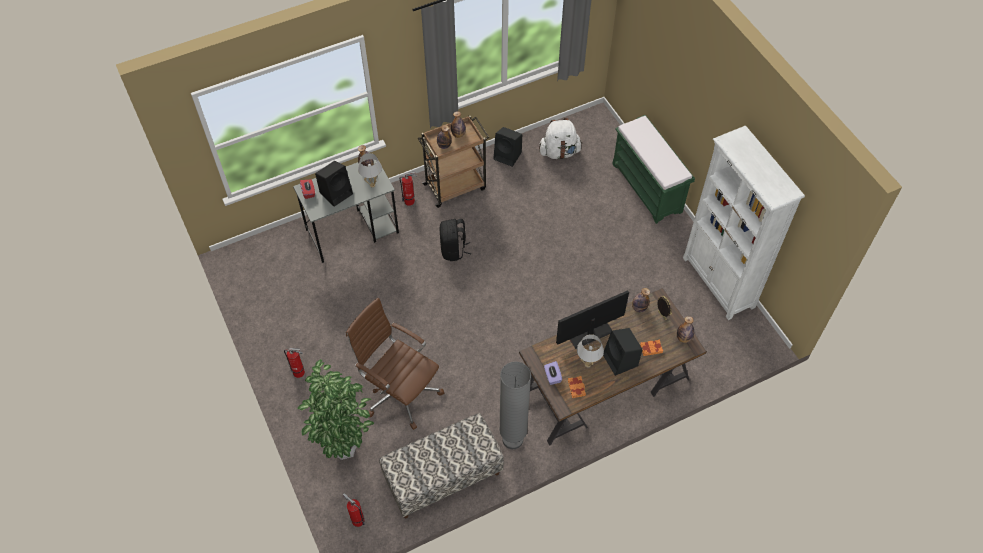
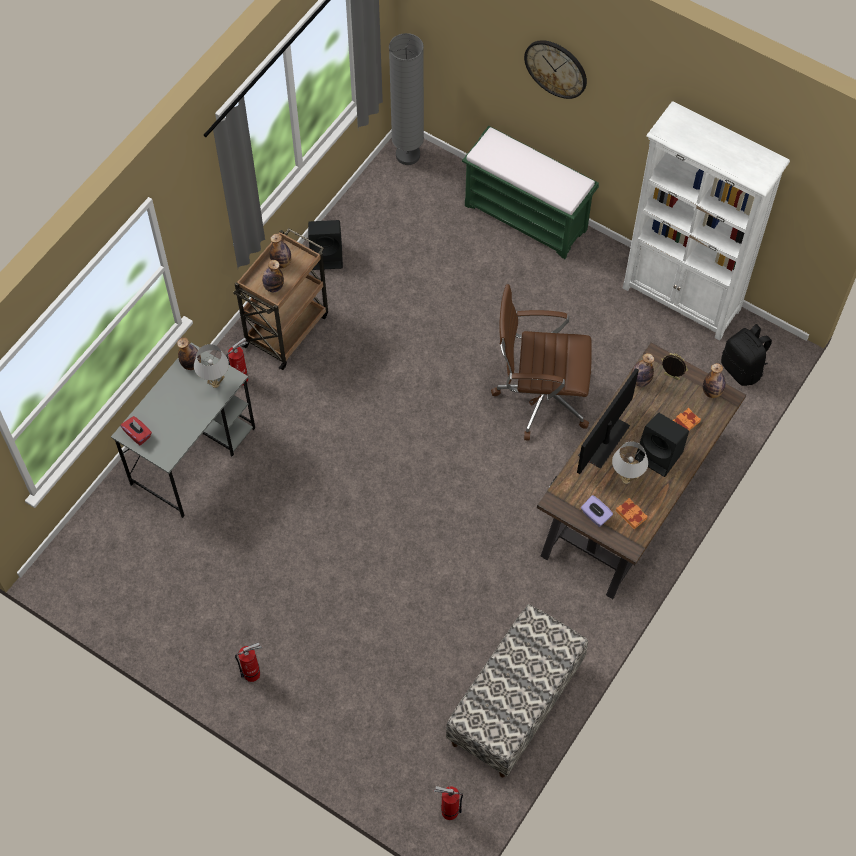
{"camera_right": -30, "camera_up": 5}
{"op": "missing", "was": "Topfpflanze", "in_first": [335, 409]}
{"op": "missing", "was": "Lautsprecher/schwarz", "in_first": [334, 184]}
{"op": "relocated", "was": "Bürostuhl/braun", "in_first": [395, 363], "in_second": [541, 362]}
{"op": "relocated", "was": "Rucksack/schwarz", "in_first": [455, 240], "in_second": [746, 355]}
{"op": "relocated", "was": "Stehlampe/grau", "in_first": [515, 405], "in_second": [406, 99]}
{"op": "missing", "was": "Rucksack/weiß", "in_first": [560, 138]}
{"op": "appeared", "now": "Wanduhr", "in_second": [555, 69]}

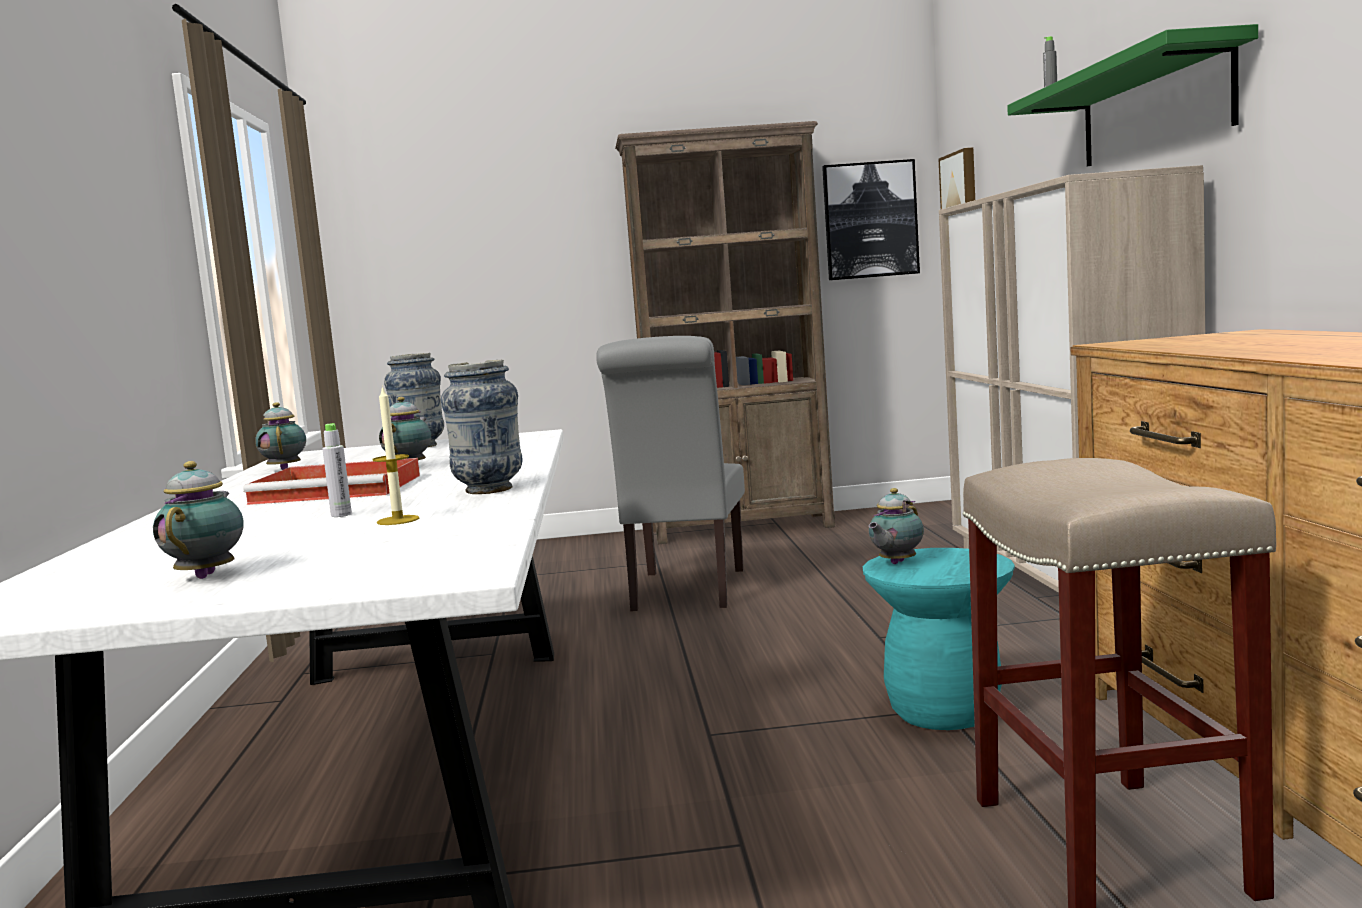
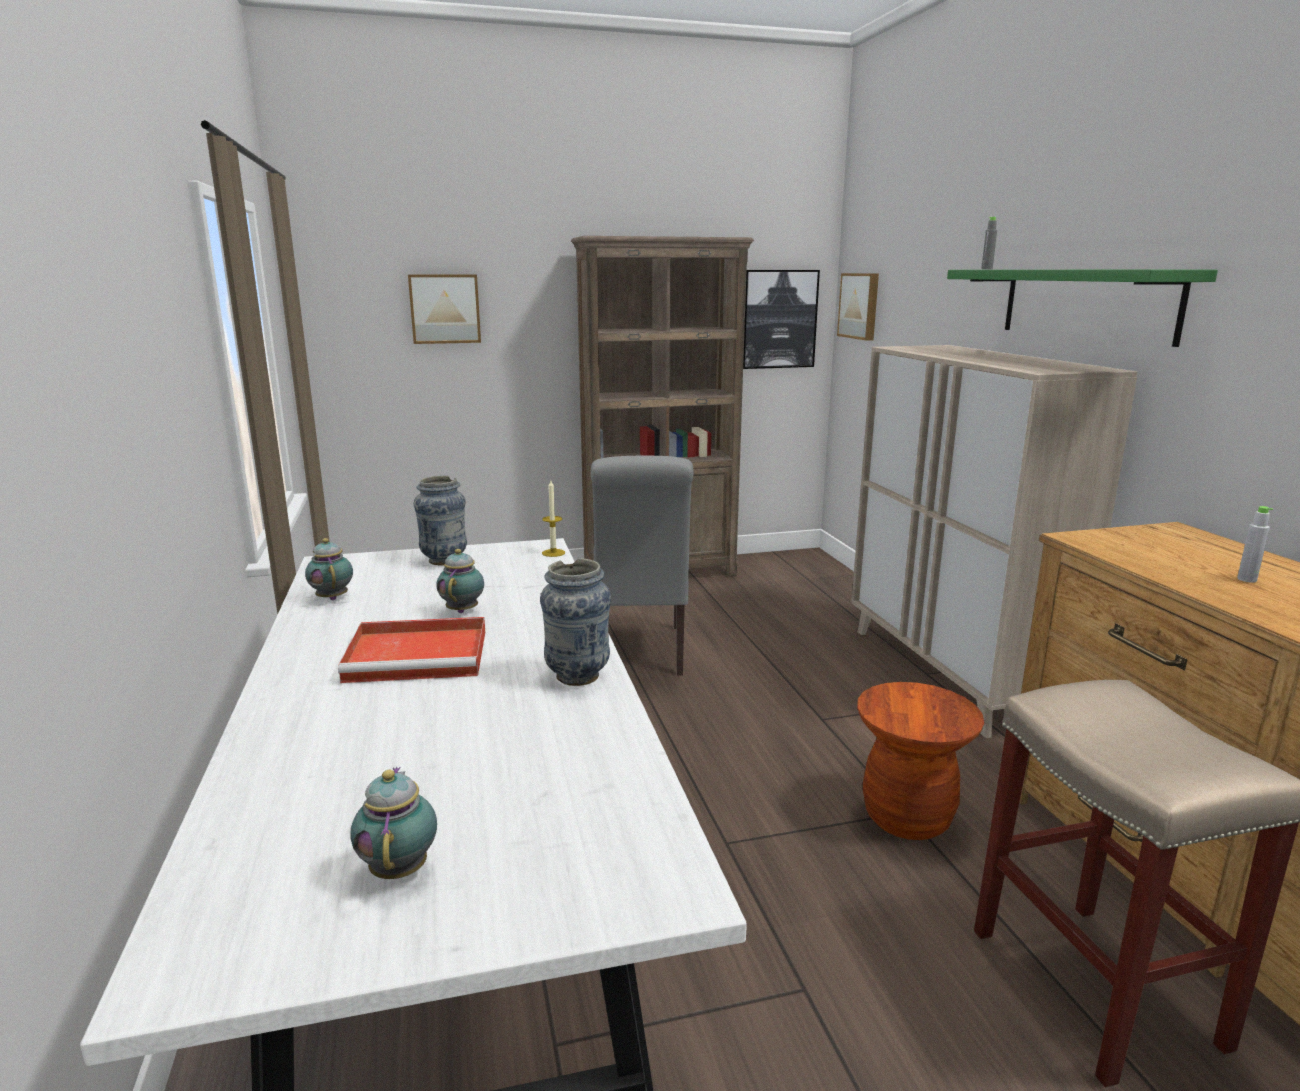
{"camera_right": -10, "camera_up": 10}
{"op": "relocated", "was": "Flasche/grau", "in_first": [337, 470], "in_second": [1255, 544]}
{"op": "relocated", "was": "Kerze", "in_first": [395, 455], "in_second": [553, 518]}
{"op": "colour", "was": "Hocker/türkis", "now": "Hocker/braun", "in_first": [939, 639], "in_second": [920, 761]}
{"op": "missing", "was": "Teekanne", "in_first": [896, 526]}
{"op": "appeared", "now": "Bild", "in_second": [444, 309]}

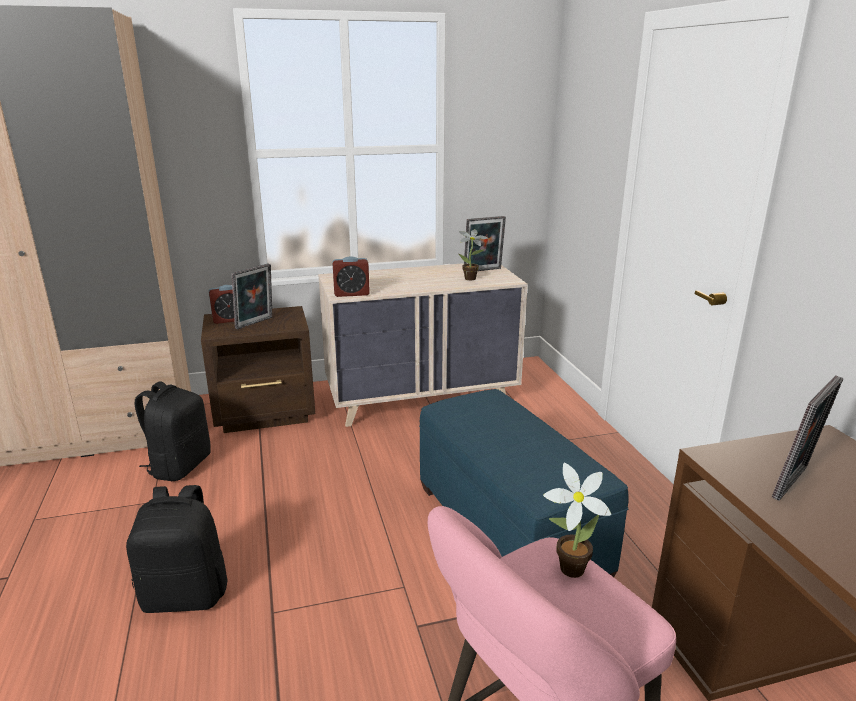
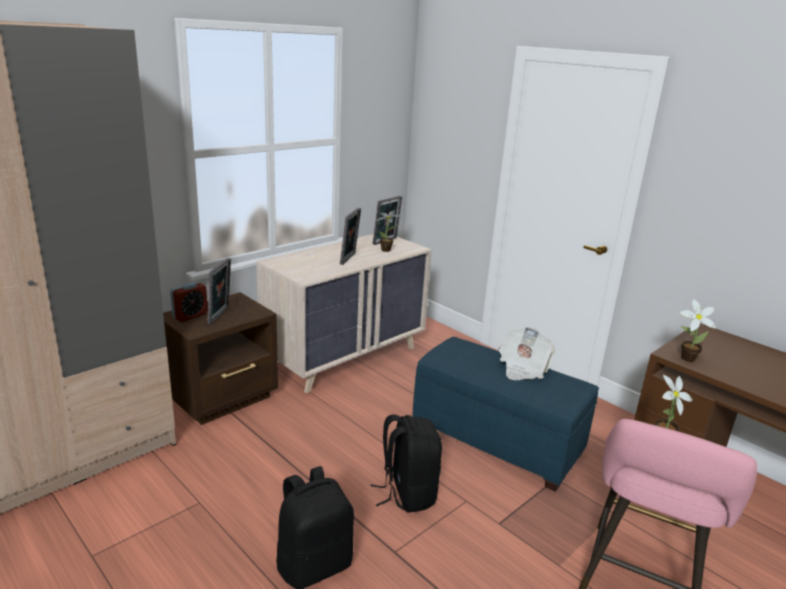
{"camera_right": -30, "camera_up": 0}
{"op": "relocated", "was": "Rucksack/schwarz", "in_first": [173, 431], "in_second": [406, 463]}
{"op": "missing", "was": "Wecker", "in_first": [351, 276]}
{"op": "relocated", "was": "Bilderrahmen", "in_first": [807, 438], "in_second": [350, 236]}
{"op": "appeared", "now": "Zeitung", "in_second": [526, 353]}
{"op": "appeared", "now": "Topfpflanze", "in_second": [697, 330]}

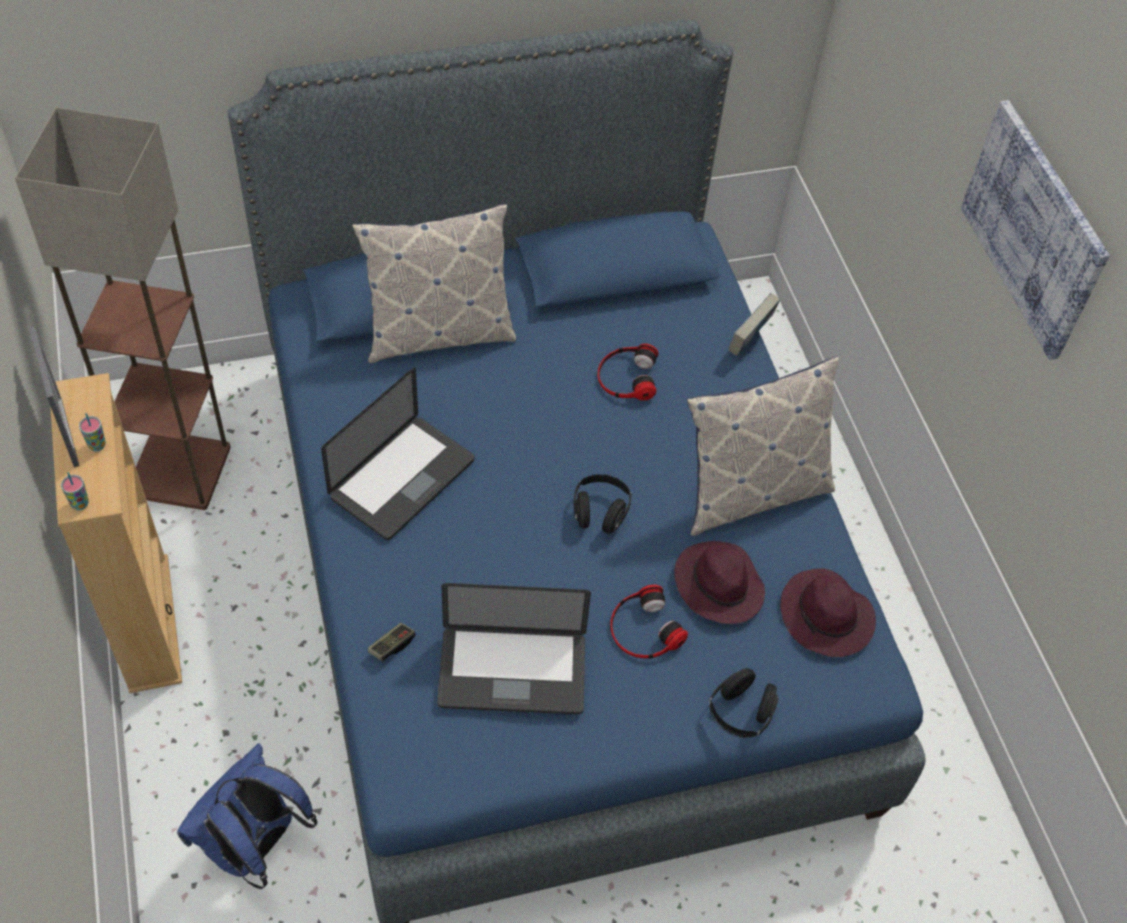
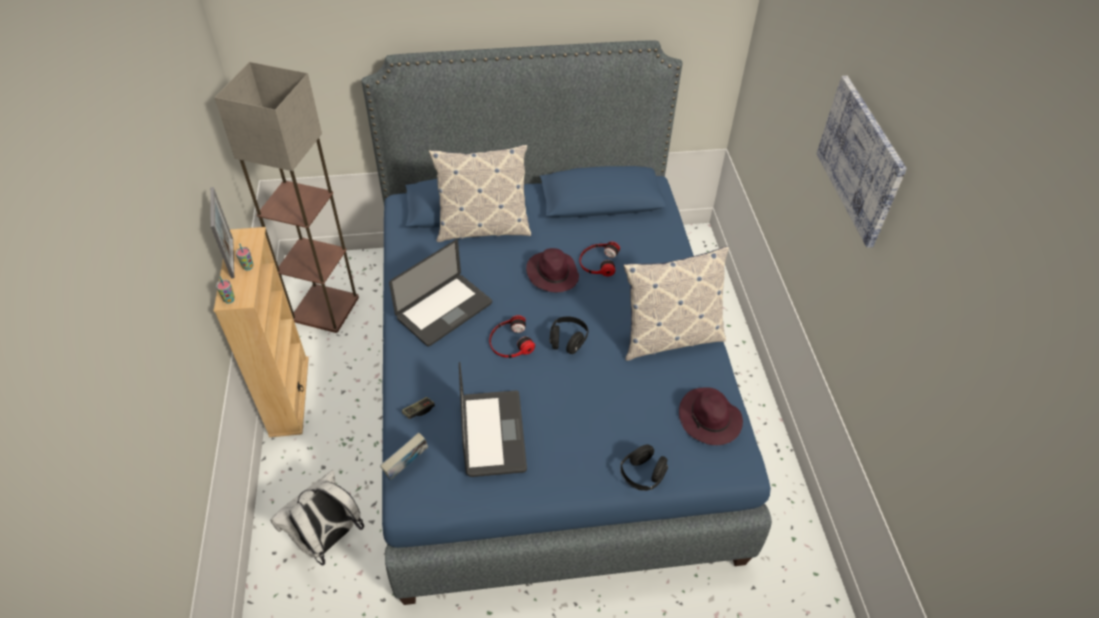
{"camera_right": 10, "camera_up": -5}
{"op": "colour", "was": "Rucksack/blau", "now": "Rucksack/weiß", "in_first": [247, 816], "in_second": [317, 518]}
{"op": "spun", "was": "Laptop", "in_first": [514, 648], "in_second": [493, 419], "clockwise": -105}
{"op": "relocated", "was": "Kopfhörer", "in_first": [649, 621], "in_second": [512, 336]}
{"op": "relocated", "was": "Hut/lila", "in_first": [719, 582], "in_second": [552, 270]}
{"op": "relocated", "was": "Buch", "in_first": [754, 324], "in_second": [404, 456]}

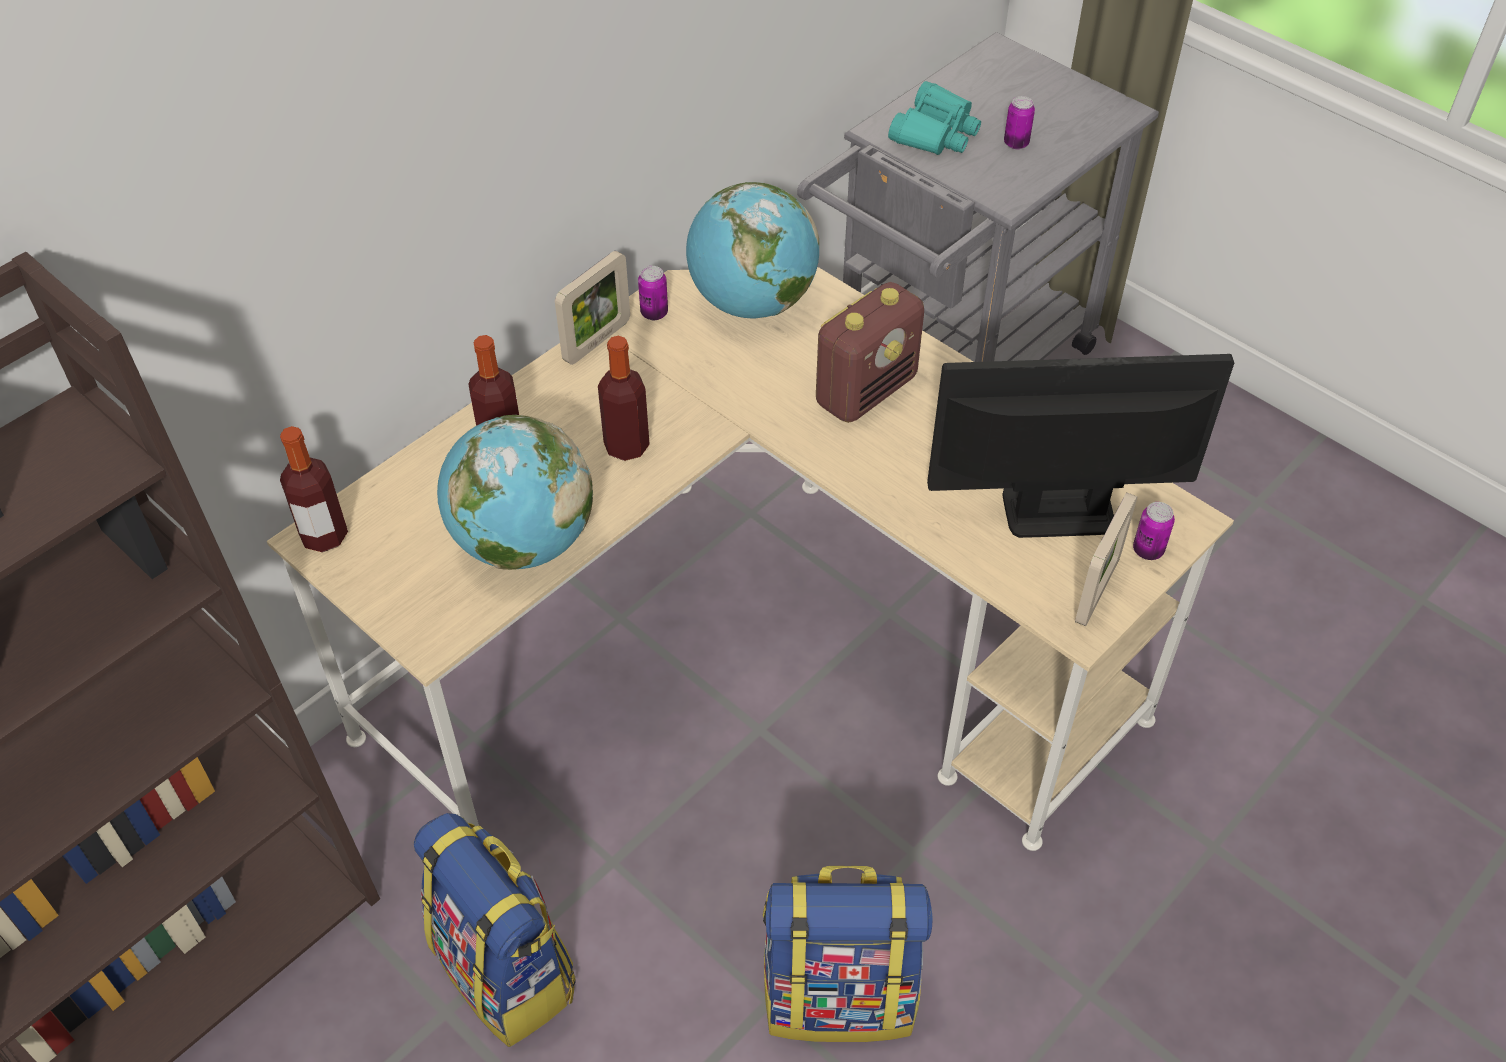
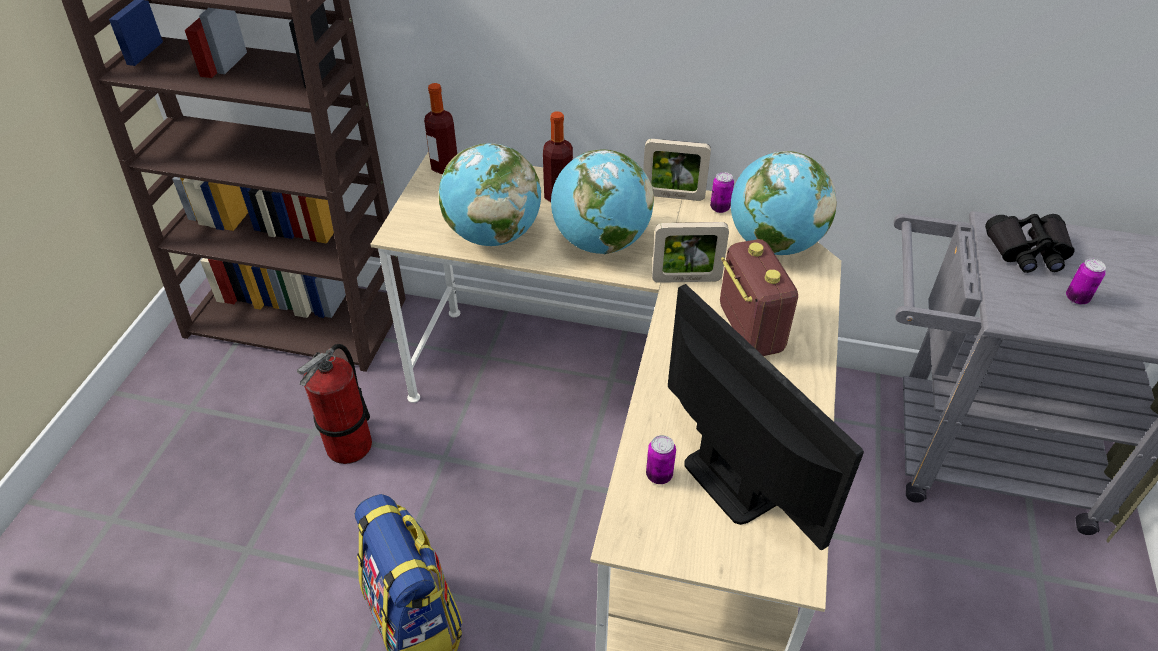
{"camera_right": 60, "camera_up": -5}
{"op": "exchanged", "was": "Rucksack", "now": "Feuerlöscher", "in_first": [495, 930], "in_second": [334, 404]}
{"op": "exchanged", "was": "Flasche", "now": "Globus", "in_first": [624, 398], "in_second": [602, 202]}
{"op": "spun", "was": "Radio", "in_first": [870, 352], "in_second": [759, 297], "clockwise": -120}
{"op": "colour", "was": "Fernglas/türkis", "now": "Fernglas/schwarz", "in_first": [934, 118], "in_second": [1030, 243]}
{"op": "relocated", "was": "Bilderrahmen", "in_first": [1106, 559], "in_second": [690, 252]}
{"op": "relocated", "was": "Dose", "in_first": [1154, 531], "in_second": [661, 459]}

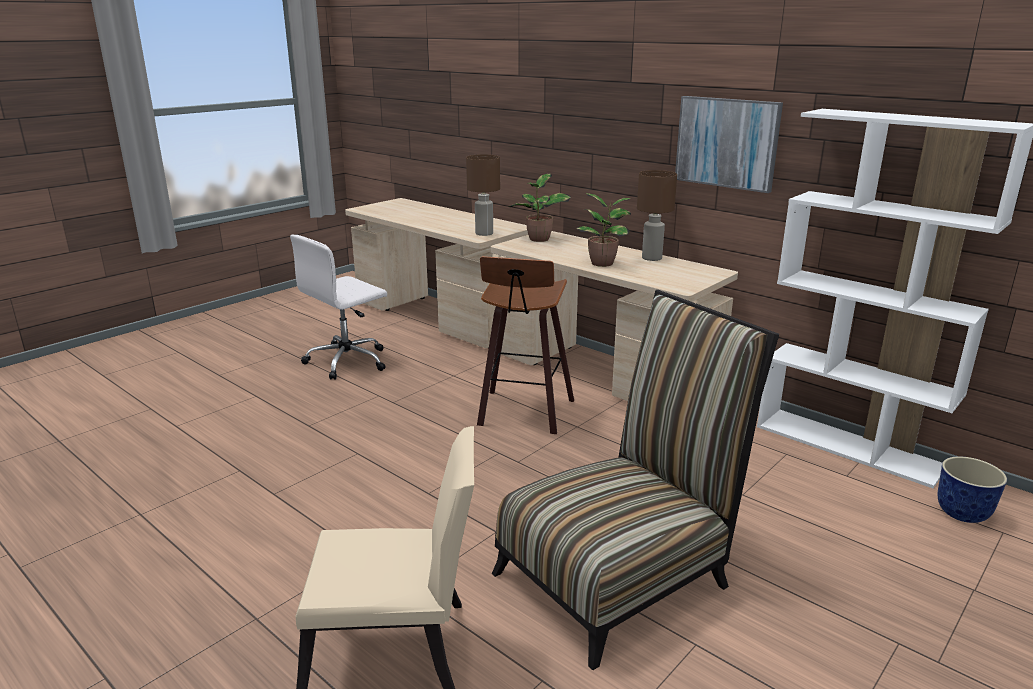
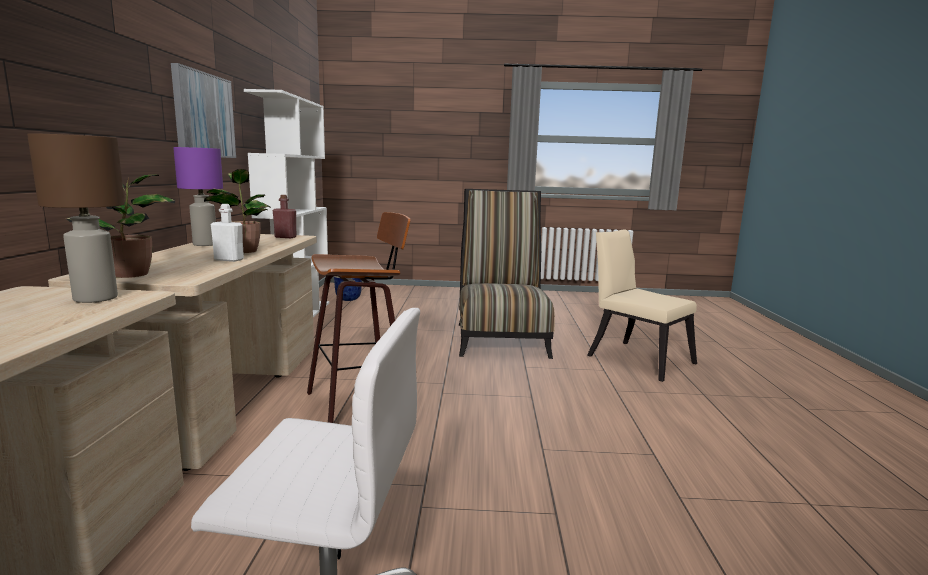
{"camera_right": -130, "camera_up": -10}
{"op": "spun", "was": "Stuhl", "in_first": [635, 480], "in_second": [507, 274], "clockwise": 75}
{"op": "colour", "was": "Tischlampe/braun", "now": "Tischlampe/lila", "in_first": [657, 215], "in_second": [198, 196]}
{"op": "appeared", "now": "Flasche/weiß", "in_second": [227, 233]}
{"op": "appeared", "now": "Flasche/rot", "in_second": [285, 216]}

